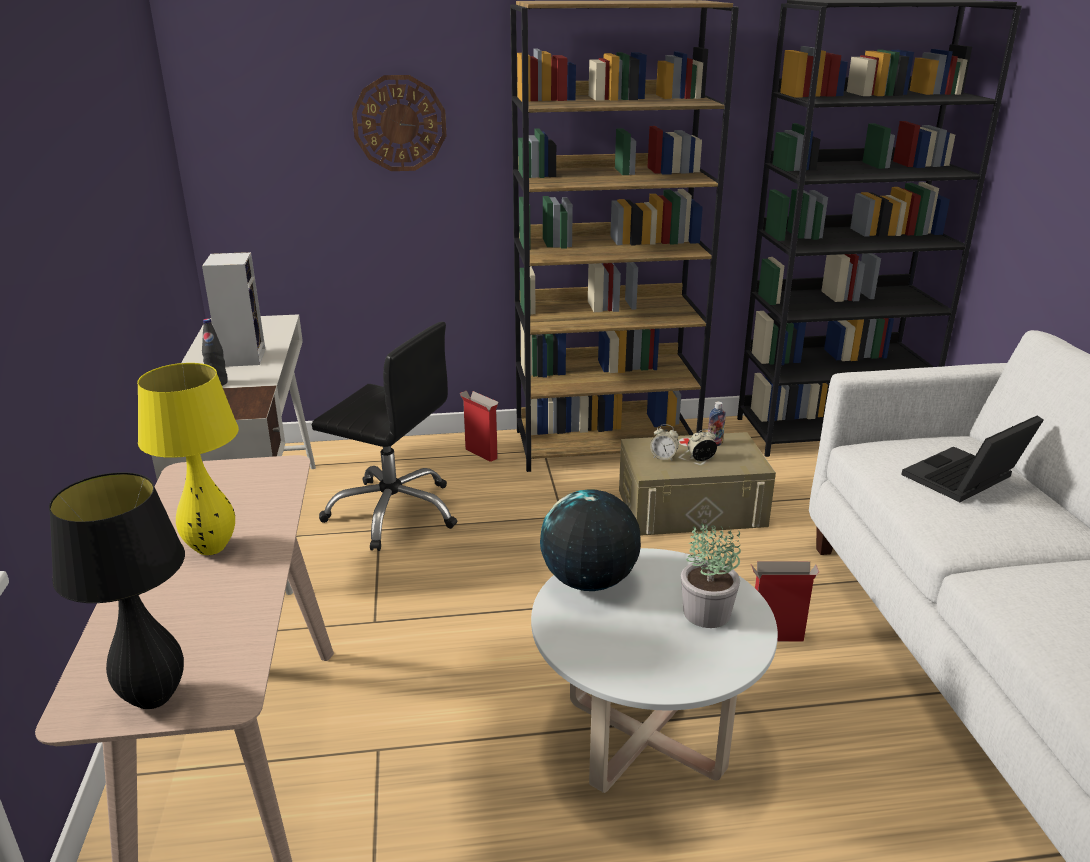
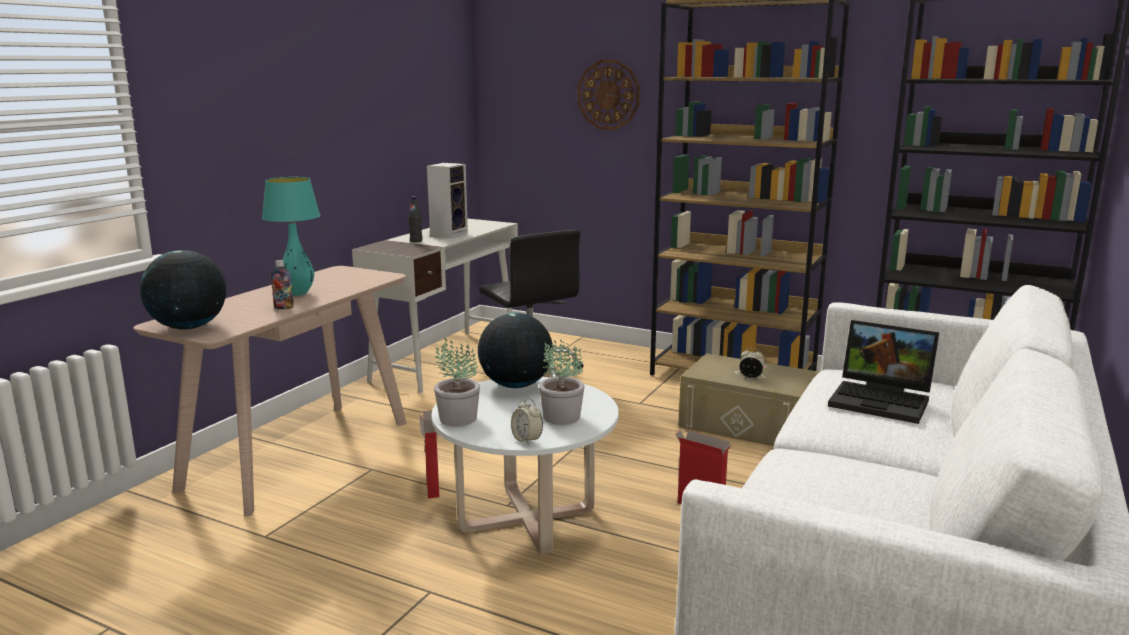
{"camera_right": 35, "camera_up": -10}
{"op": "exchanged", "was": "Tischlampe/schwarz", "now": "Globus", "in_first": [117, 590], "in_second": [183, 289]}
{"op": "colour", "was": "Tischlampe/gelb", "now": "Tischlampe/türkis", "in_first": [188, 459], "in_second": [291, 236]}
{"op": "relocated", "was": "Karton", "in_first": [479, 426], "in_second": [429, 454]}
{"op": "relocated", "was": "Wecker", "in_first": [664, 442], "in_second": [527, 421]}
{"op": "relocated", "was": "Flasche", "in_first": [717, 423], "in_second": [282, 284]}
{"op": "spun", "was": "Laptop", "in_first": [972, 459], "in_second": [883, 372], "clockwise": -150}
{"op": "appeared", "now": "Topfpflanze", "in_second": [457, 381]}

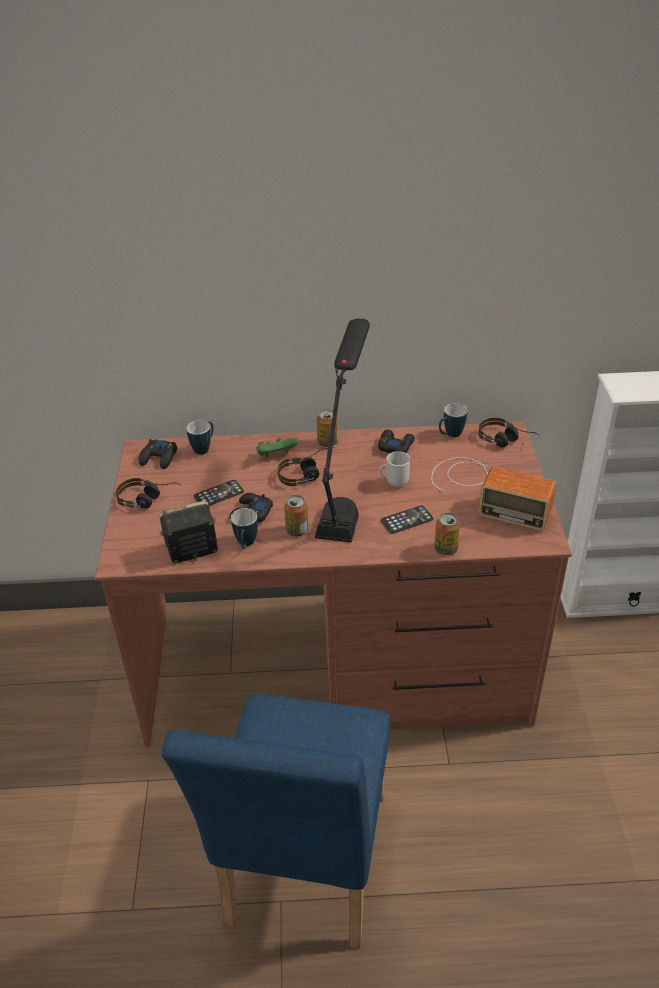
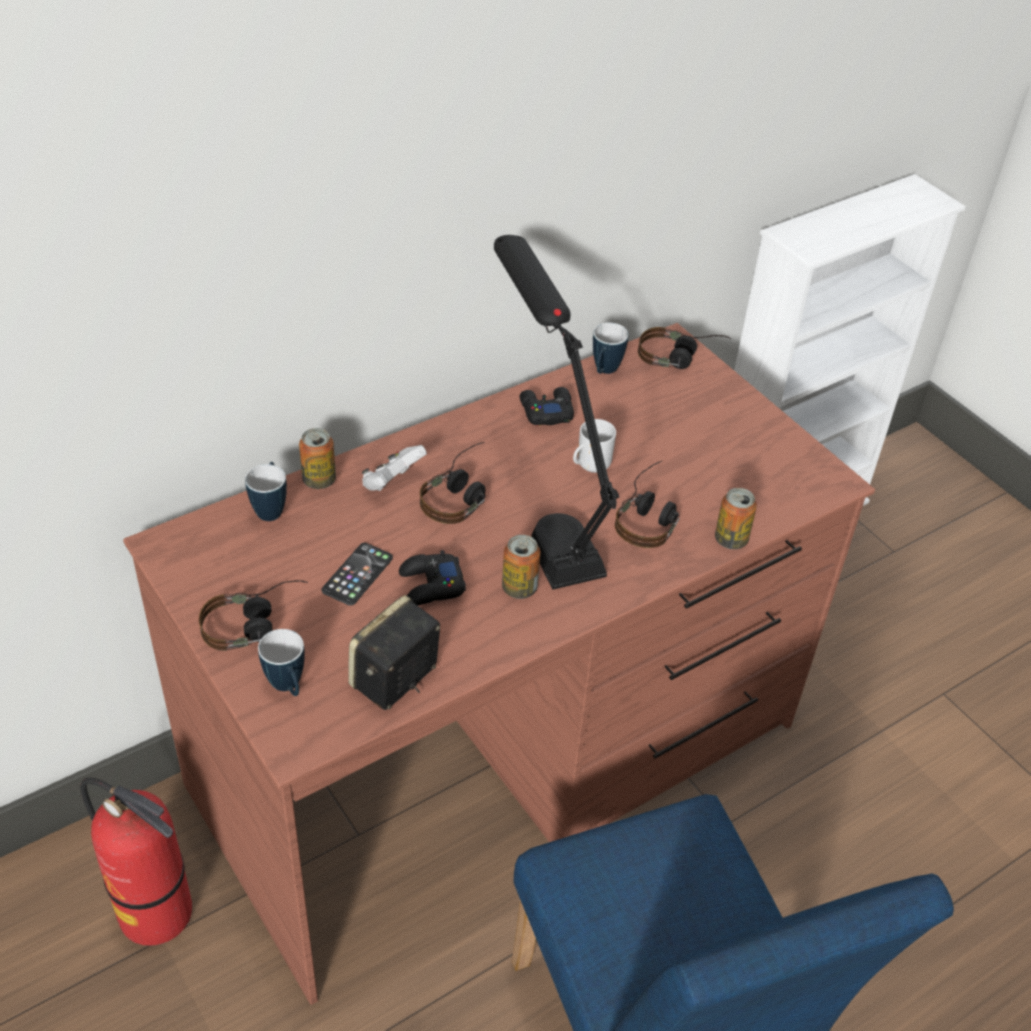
{"camera_right": -35, "camera_up": 5}
{"op": "missing", "was": "Gamepad/schwarz", "in_first": [158, 454]}
{"op": "relocated", "was": "Henkelbecher", "in_first": [244, 528], "in_second": [281, 662]}
{"op": "colour", "was": "Gamepad/grün", "now": "Gamepad/weiß", "in_first": [277, 447], "in_second": [394, 468]}
{"op": "relocated", "was": "Dose", "in_first": [327, 428], "in_second": [317, 458]}
{"op": "exchanged", "was": "Handy", "now": "Kopfhörer", "in_first": [407, 519], "in_second": [647, 504]}
{"op": "missing", "was": "Radio", "in_first": [493, 494]}
{"op": "appeared", "now": "Feuerlöscher", "in_second": [136, 862]}

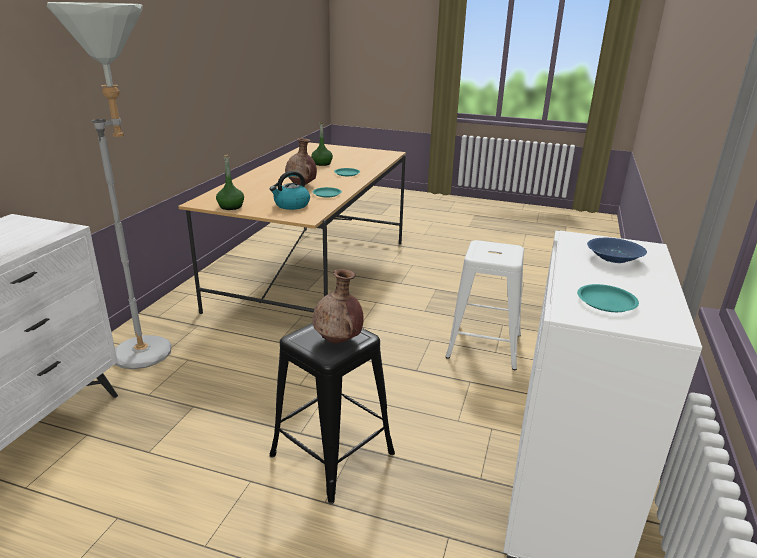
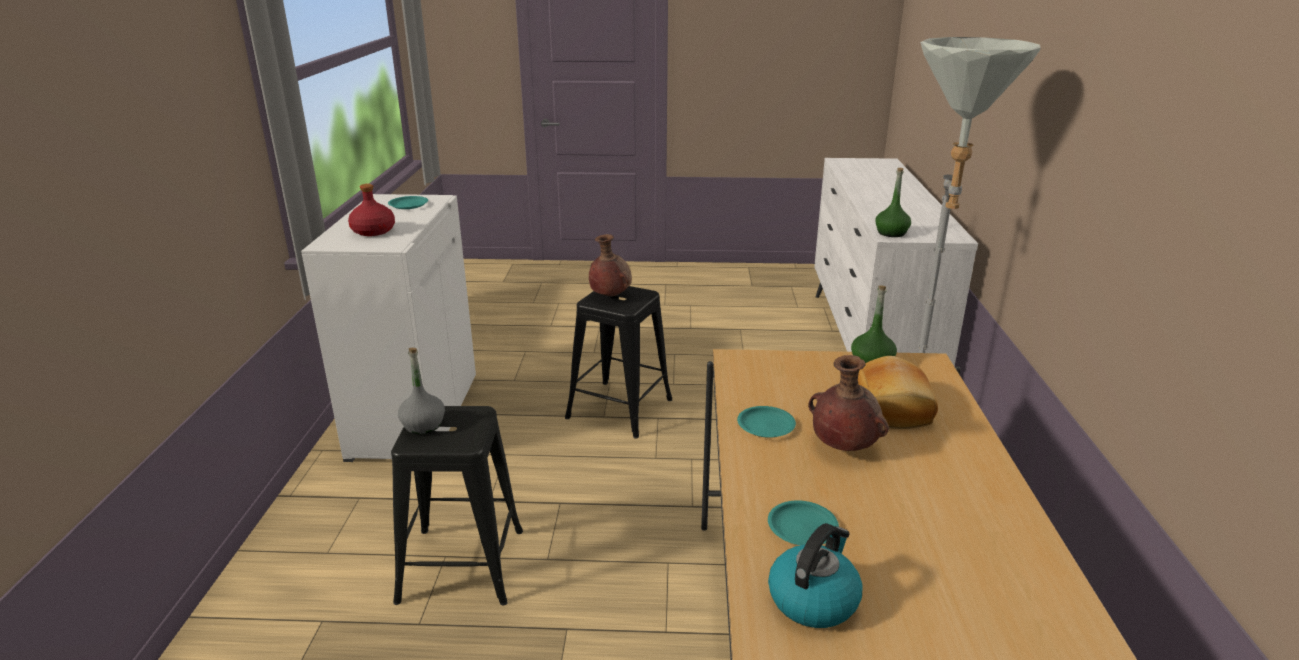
{"camera_right": 165, "camera_up": 0}
{"op": "relocated", "was": "Wasserkessel", "in_first": [290, 190], "in_second": [815, 575]}
{"op": "relocated", "was": "Flasche/grün", "in_first": [322, 144], "in_second": [893, 202]}
{"op": "colour", "was": "Hocker/weiß", "now": "Hocker/schwarz", "in_first": [485, 305], "in_second": [457, 506]}
{"op": "exchanged", "was": "Schüssel/blau", "now": "Flasche/rot", "in_first": [617, 250], "in_second": [371, 210]}
{"op": "appeared", "now": "Flasche/grau", "in_second": [421, 391]}
{"op": "appeared", "now": "Brot", "in_second": [898, 392]}

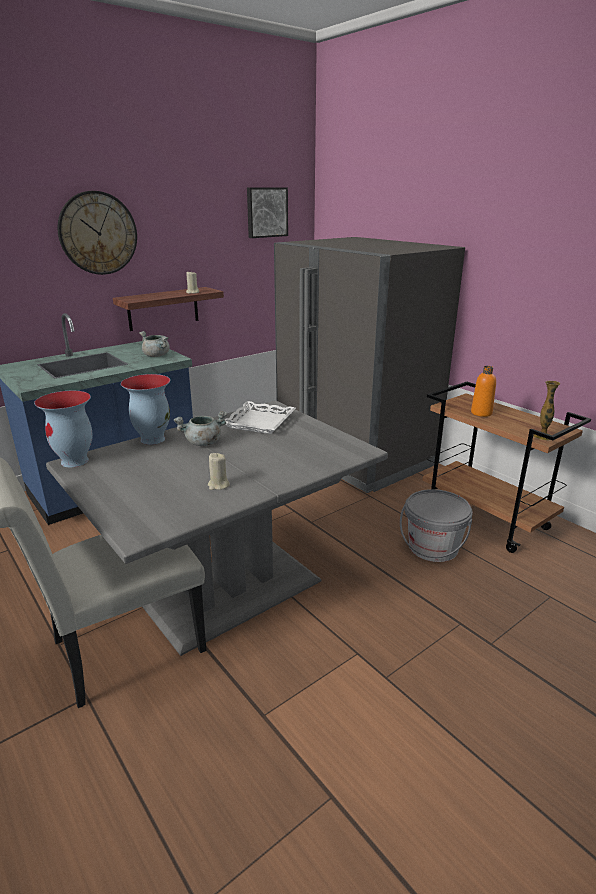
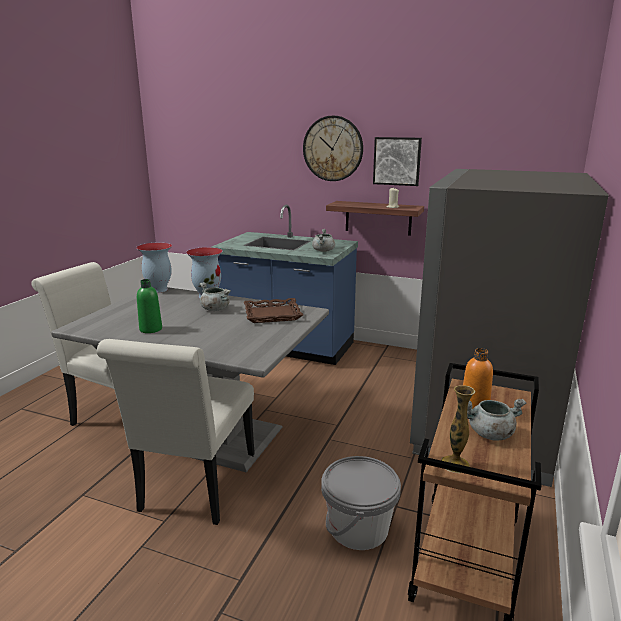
{"camera_right": 60, "camera_up": -5}
{"op": "exchanged", "was": "Kerze/beige", "now": "Flasche/grün", "in_first": [219, 471], "in_second": [149, 306]}
{"op": "colour", "was": "Tablett/weiß", "now": "Tablett/braun", "in_first": [260, 417], "in_second": [273, 310]}
{"op": "relocated", "was": "Bild", "in_first": [267, 212], "in_second": [397, 161]}
{"op": "appeared", "now": "Stuhl/weiß", "in_second": [176, 432]}
{"op": "appeared", "now": "Kochtopf/grau", "in_second": [496, 420]}

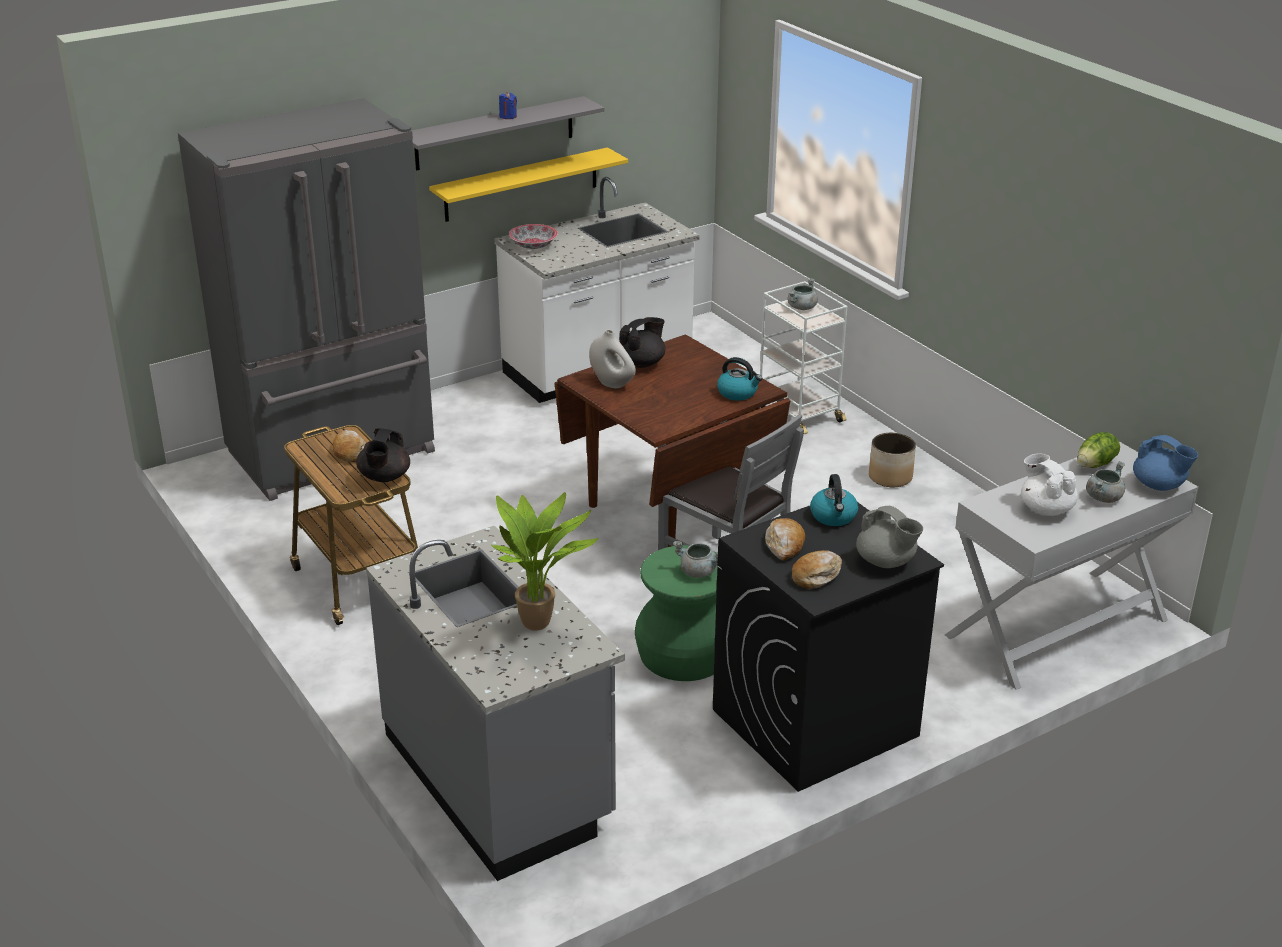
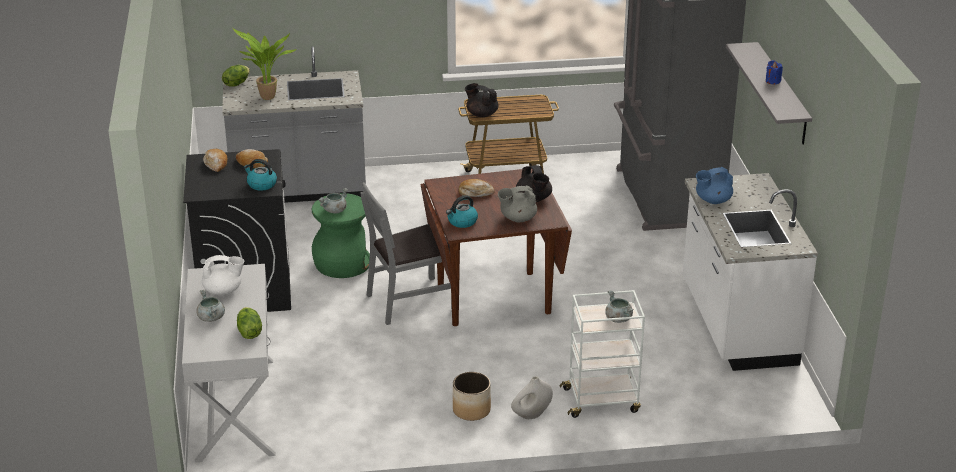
{"camera_right": 115, "camera_up": 0}
{"op": "relocated", "was": "Brot", "in_first": [349, 446], "in_second": [476, 188]}
{"op": "missing", "was": "Wandregal/gelb", "in_first": [528, 184]}
{"op": "missing", "was": "Schüssel", "in_first": [533, 236]}
{"op": "relocated", "was": "Vase/weiß", "in_first": [612, 358], "in_second": [532, 397]}
{"op": "relocated", "was": "Teekanne/grau", "in_first": [889, 537], "in_second": [517, 203]}
{"op": "relocated", "was": "Teekanne/blau", "in_first": [1165, 463], "in_second": [714, 185]}
{"op": "appeared", "now": "Salatkopf", "in_second": [236, 76]}

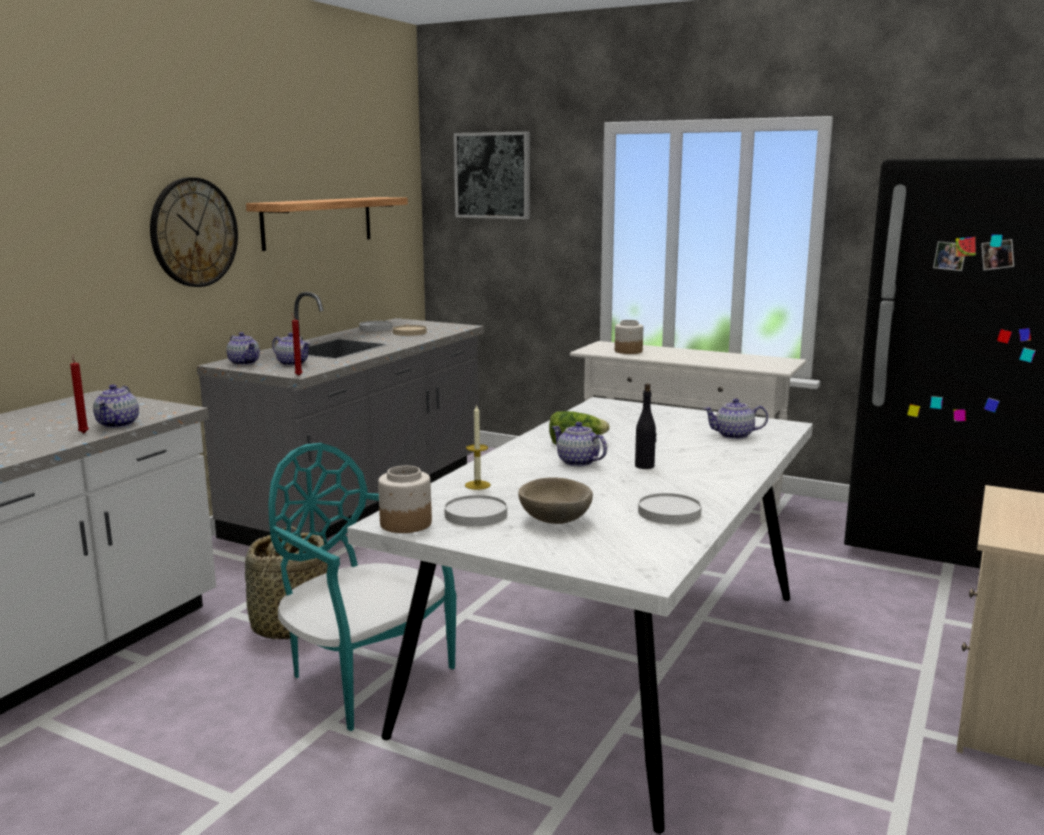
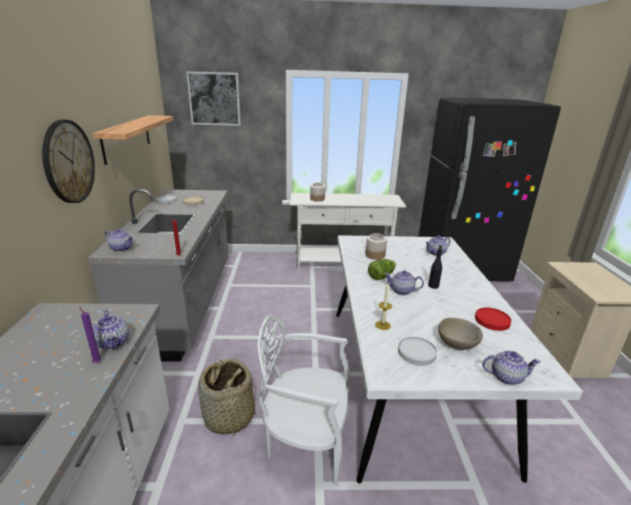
{"camera_right": -30, "camera_up": 10}
{"op": "colour", "was": "Kerze/rot", "now": "Kerze/lila", "in_first": [79, 393], "in_second": [90, 334]}
{"op": "colour", "was": "Stuhl/türkis", "now": "Stuhl/weiß", "in_first": [362, 587], "in_second": [303, 400]}
{"op": "relocated", "was": "Teekanne", "in_first": [291, 349], "in_second": [511, 367]}
{"op": "relocated", "was": "Vorratsglas", "in_first": [405, 499], "in_second": [376, 246]}
{"op": "colour", "was": "Teller/weiß", "now": "Teller/rot", "in_first": [670, 508], "in_second": [493, 319]}

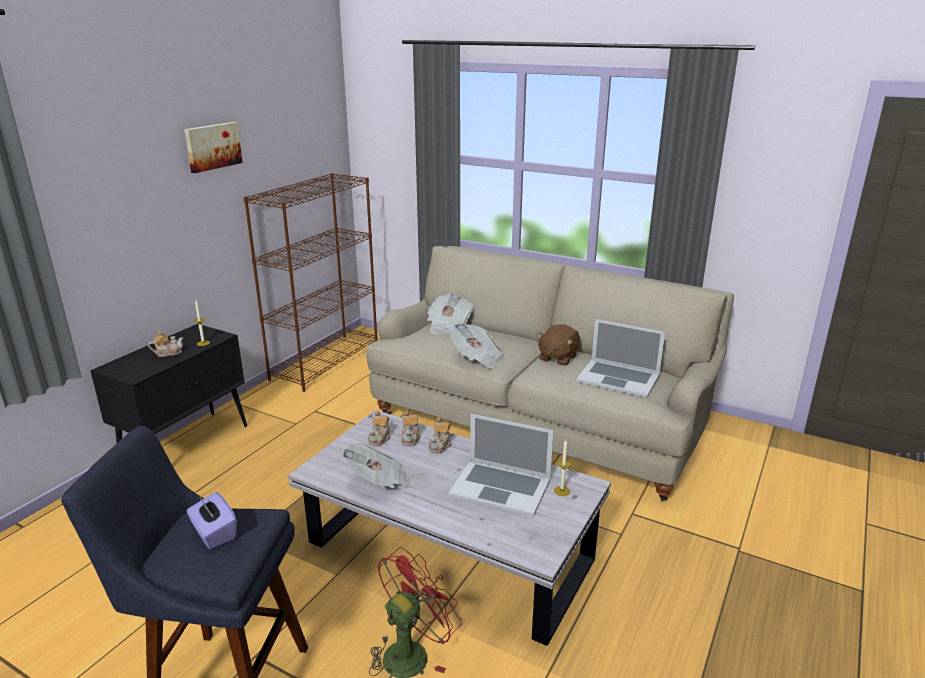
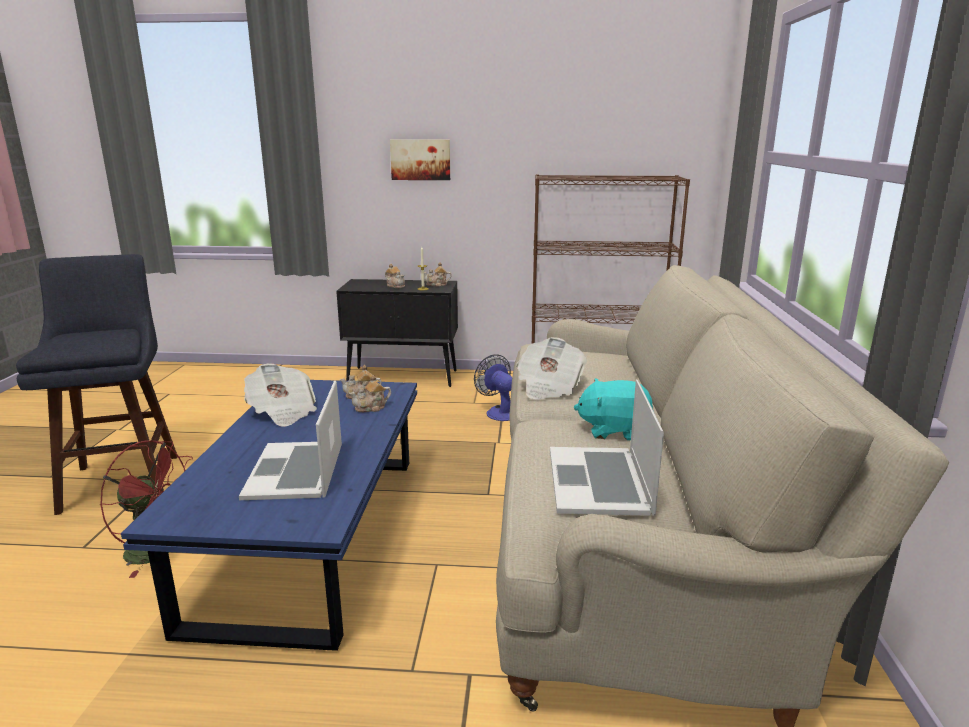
{"camera_right": 65, "camera_up": -5}
{"op": "relocated", "was": "Bild", "in_first": [213, 147], "in_second": [420, 159]}
{"op": "missing", "was": "Taschentuchbox/lila", "in_first": [211, 521]}
{"op": "colour", "was": "Couchtisch/weiß", "now": "Couchtisch/blau", "in_first": [449, 528], "in_second": [269, 515]}
{"op": "missing", "was": "Zeitung", "in_first": [450, 314]}
{"op": "relocated", "was": "Teekanne", "in_first": [440, 435], "in_second": [438, 274]}
{"op": "colour", "was": "Plüschtier/braun", "now": "Plüschtier/türkis", "in_first": [558, 345], "in_second": [613, 409]}
{"op": "missing", "was": "Kerze", "in_first": [562, 468]}
{"op": "appeared", "now": "Ventilator", "in_second": [493, 388]}

